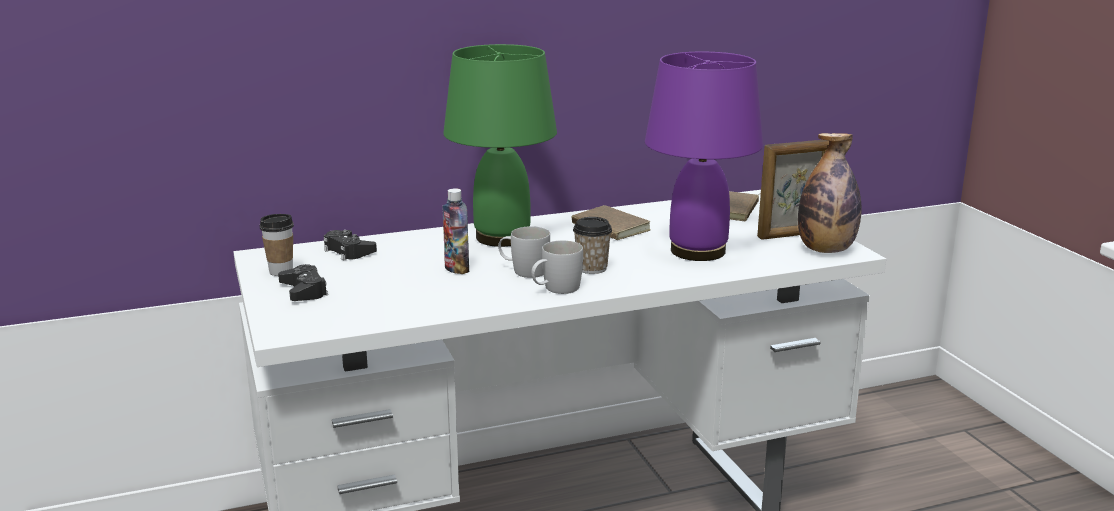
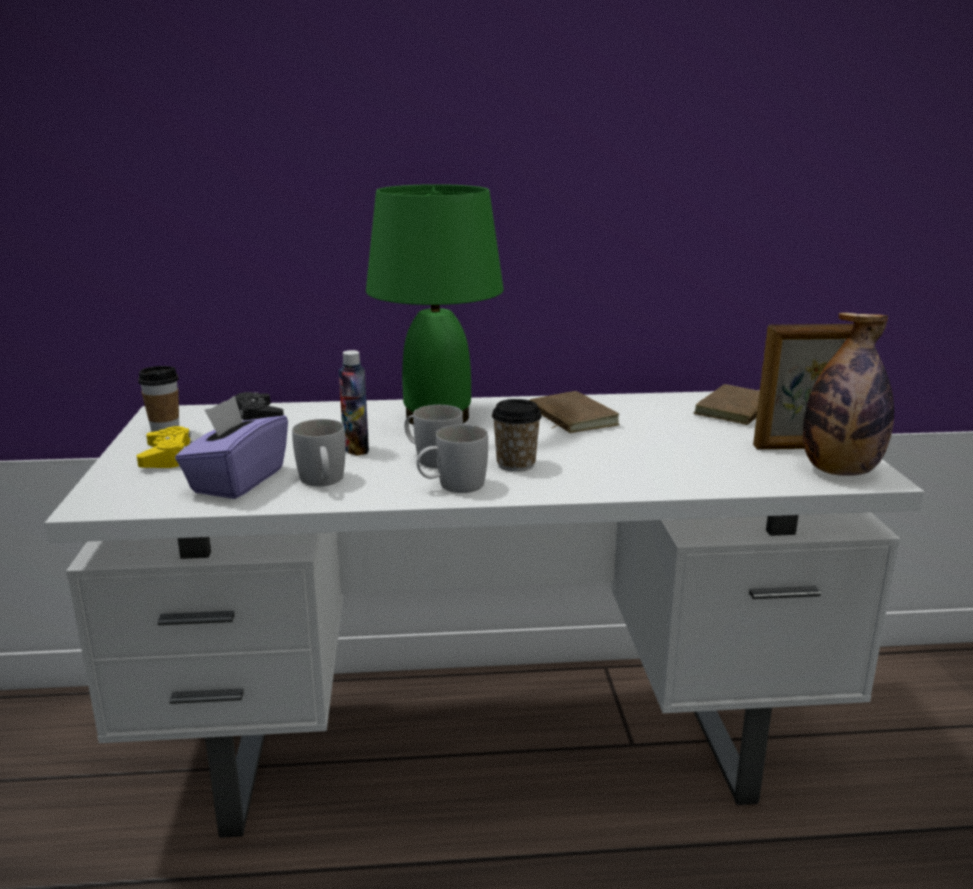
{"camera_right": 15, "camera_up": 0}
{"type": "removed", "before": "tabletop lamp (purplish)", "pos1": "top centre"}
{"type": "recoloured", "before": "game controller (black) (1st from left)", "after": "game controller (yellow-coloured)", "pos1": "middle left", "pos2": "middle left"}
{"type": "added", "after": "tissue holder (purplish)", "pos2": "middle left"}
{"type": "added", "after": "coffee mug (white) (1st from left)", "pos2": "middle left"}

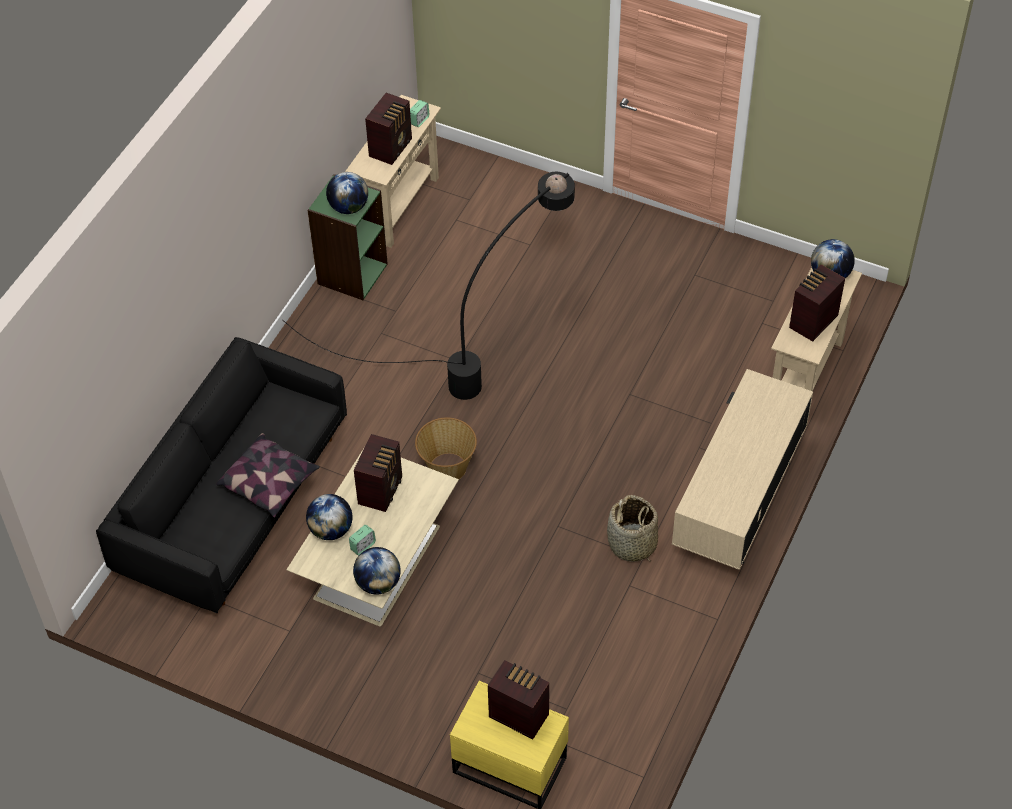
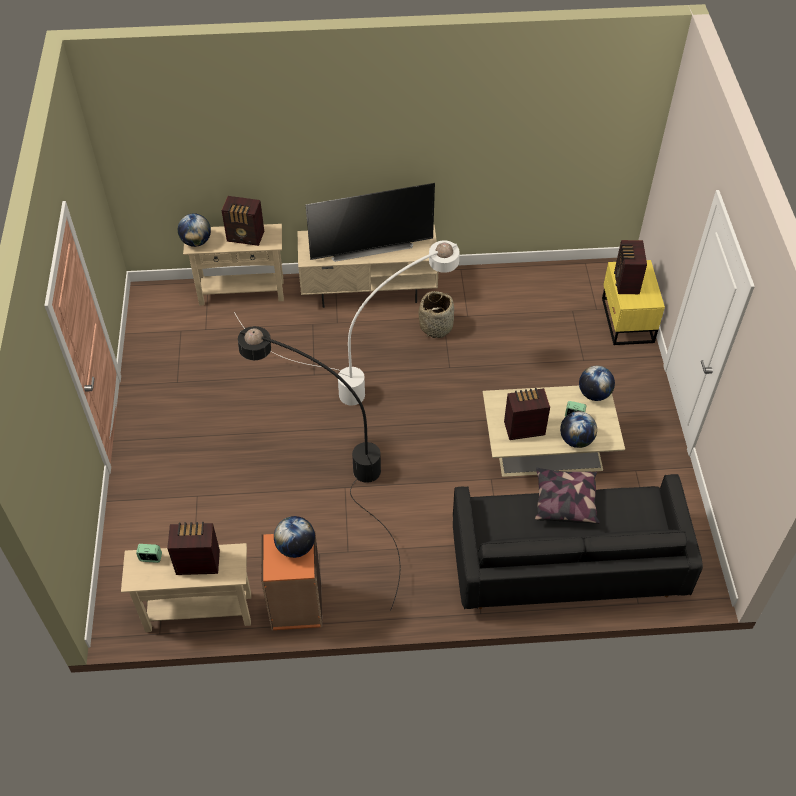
{"camera_right": -120, "camera_up": 0}
{"type": "recoloured", "before": "shelving unit (green)", "after": "shelving unit (orange-coloured)", "pos1": "top centre", "pos2": "bottom centre"}
{"type": "removed", "before": "storage basket (1st from left)", "pos1": "centre"}
{"type": "added", "after": "TV set", "pos2": "top centre"}
{"type": "added", "after": "standing lamp (white)", "pos2": "centre"}

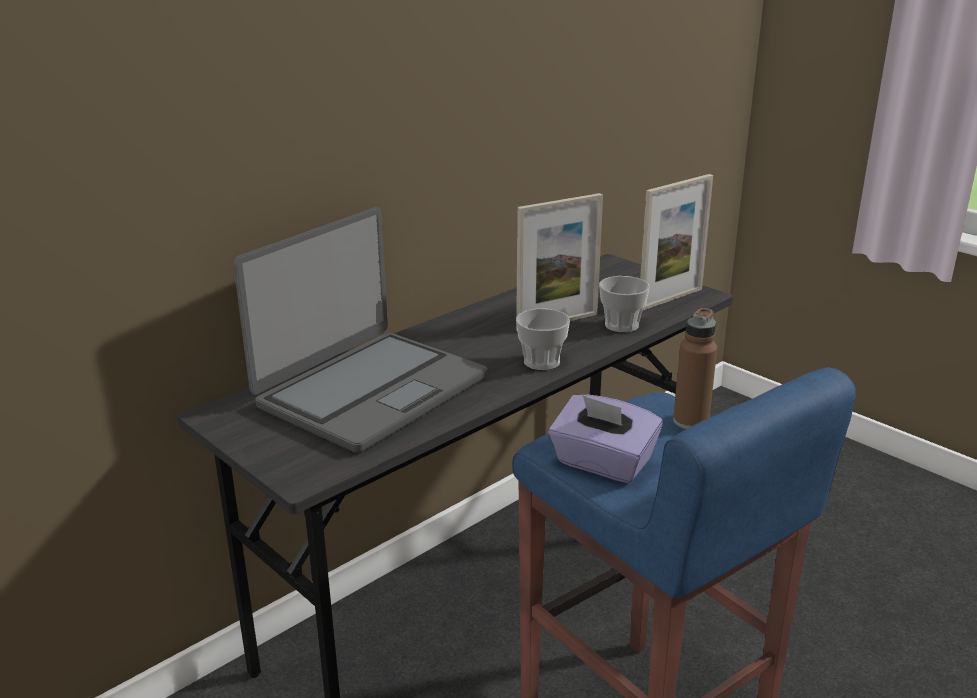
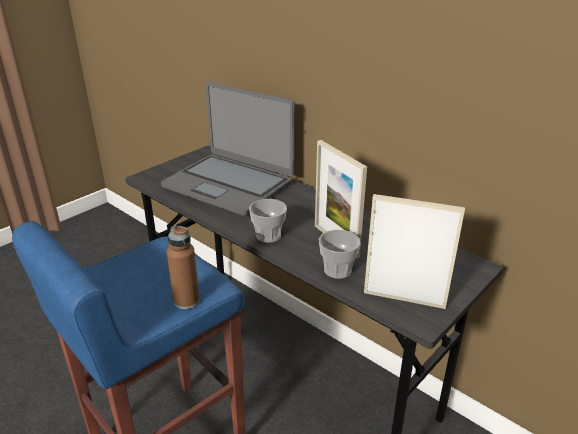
{"camera_right": 85, "camera_up": 5}
{"type": "turned", "before": "picture frame (2nd from left)", "pos1": "middle right", "pos2": "middle right", "turn": 150}
{"type": "removed", "before": "tissue holder (purplish)", "pos1": "centre"}

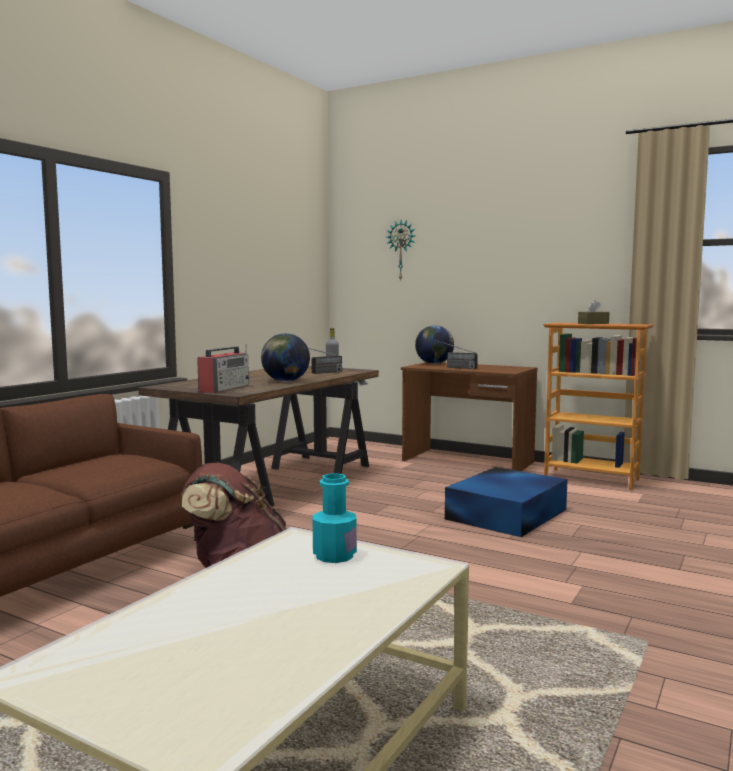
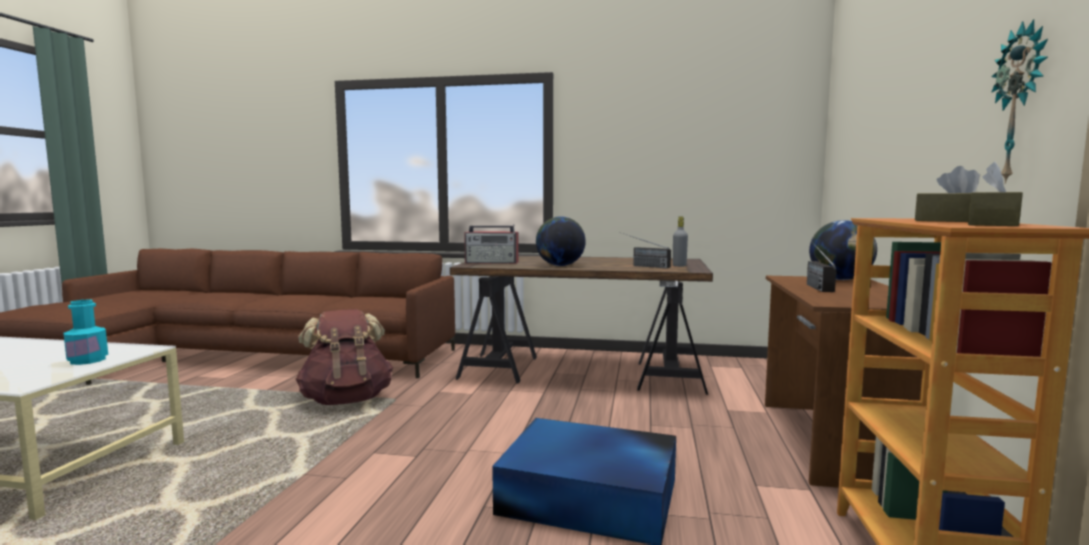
{"camera_right": 70, "camera_up": 0}
{"type": "moved", "before": "hanging clock", "pos1": "top centre", "pos2": "top right"}
{"type": "added", "after": "tissue holder (brown) (2nd from left)", "pos2": "middle right"}

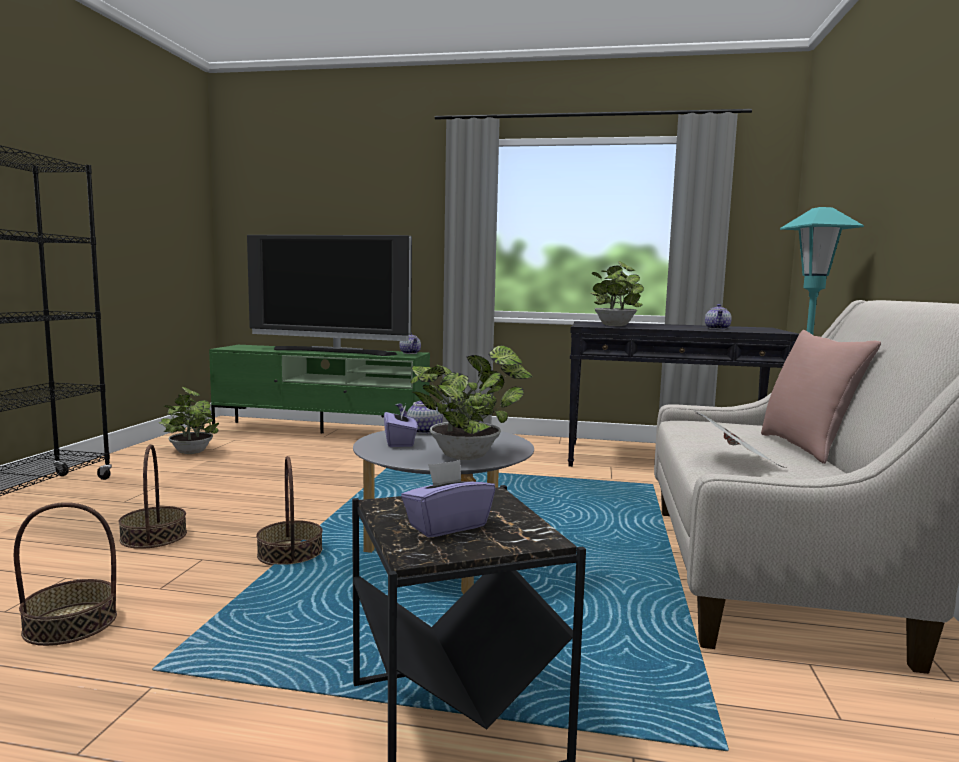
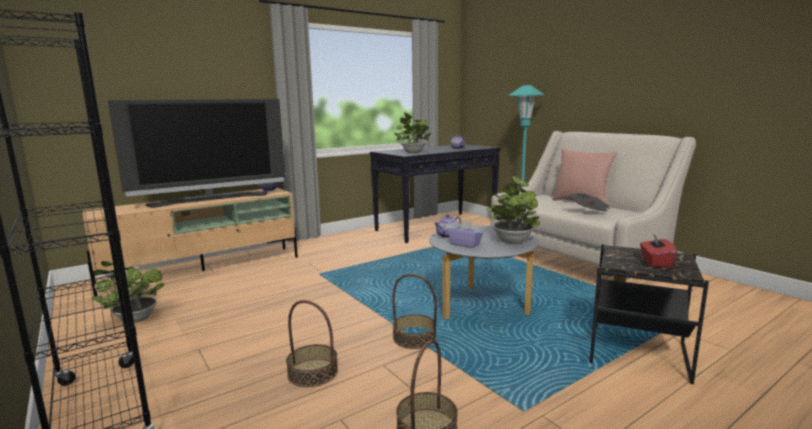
{"camera_right": -45, "camera_up": 5}
{"type": "recoloured", "before": "tv unit (green)", "after": "tv unit (beige)", "pos1": "centre", "pos2": "middle left"}
{"type": "recoloured", "before": "tissue holder (purplish) (2nd from left)", "after": "tissue holder (reddish)", "pos1": "centre", "pos2": "middle right"}

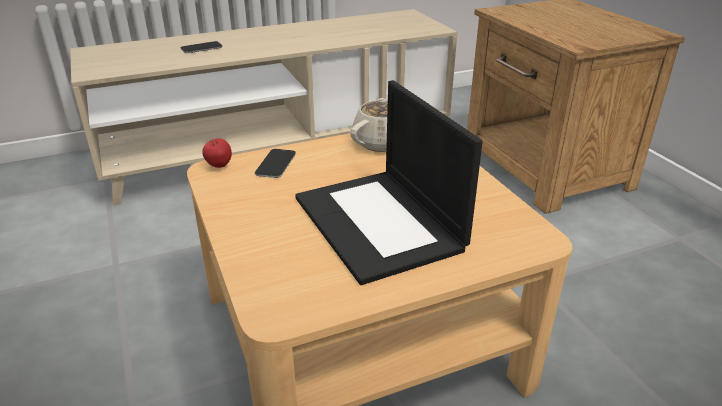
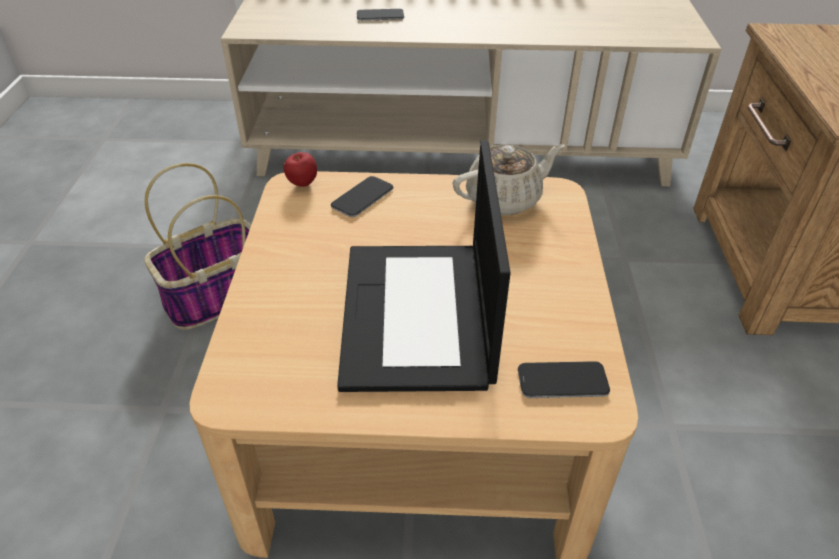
{"camera_right": 25, "camera_up": 10}
{"type": "added", "after": "storage basket", "pos2": "middle left"}
{"type": "added", "after": "phone (3rd from left)", "pos2": "bottom right"}

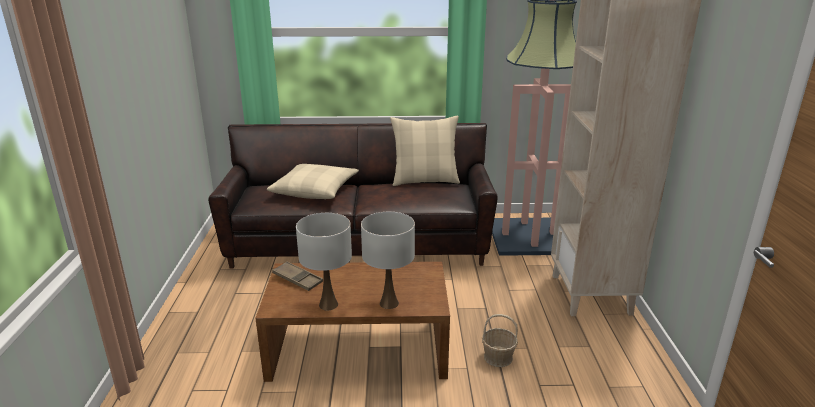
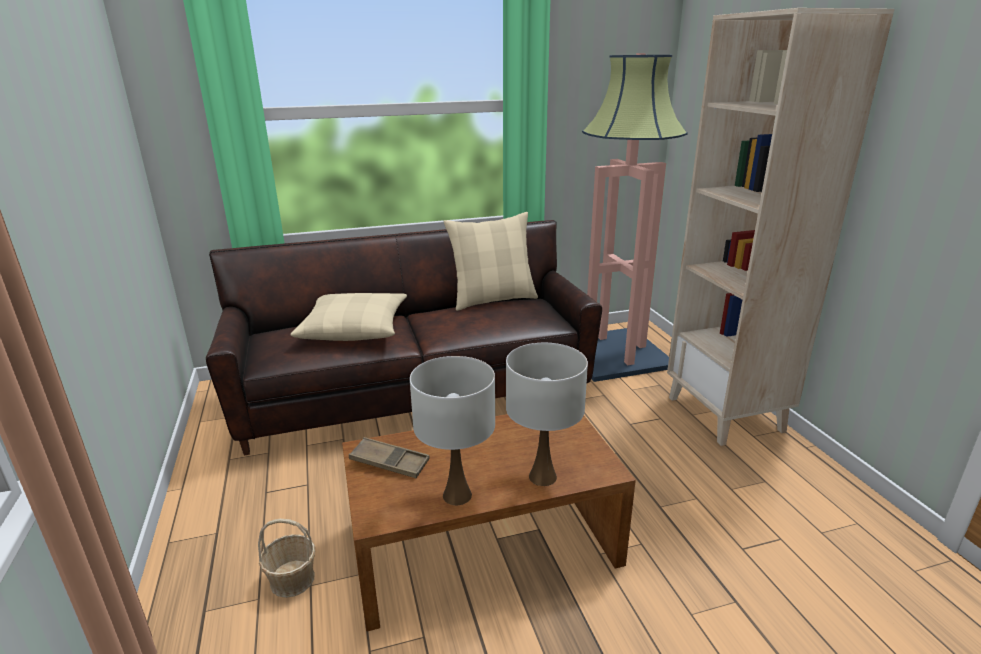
{"camera_right": -15, "camera_up": 0}
{"type": "moved", "before": "storage basket", "pos1": "bottom centre", "pos2": "bottom left"}

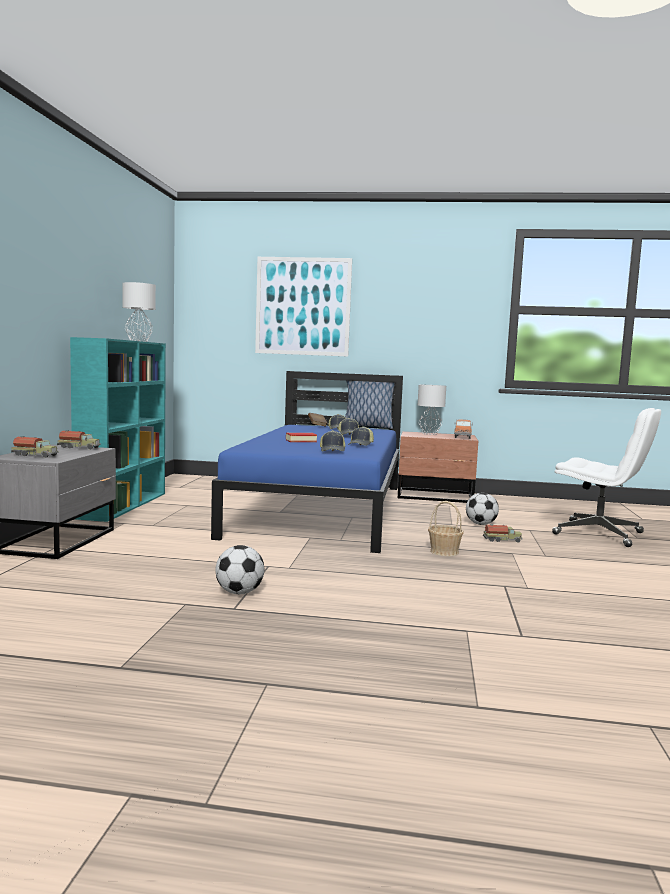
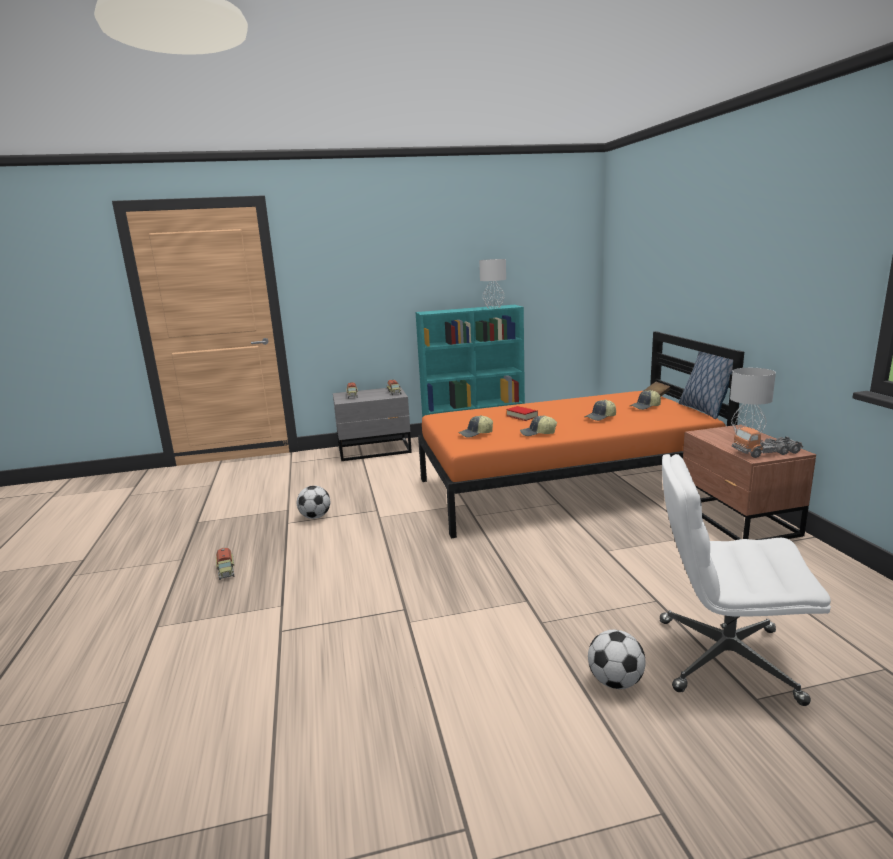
{"camera_right": 70, "camera_up": 10}
{"type": "removed", "before": "wall picture", "pos1": "centre"}
{"type": "recoloured", "before": "sleeping bed (bluish)", "after": "sleeping bed (orange-coloured)", "pos1": "centre", "pos2": "centre"}
{"type": "turned", "before": "computer chair (white)", "pos1": "middle right", "pos2": "bottom right", "turn": 90}
{"type": "moved", "before": "football ball (2nd from left)", "pos1": "middle right", "pos2": "bottom right"}
{"type": "removed", "before": "storage basket", "pos1": "centre"}
{"type": "moved", "before": "model truck (4th from left in the first image)", "after": "model truck (1st from left)", "pos1": "middle right", "pos2": "middle left"}

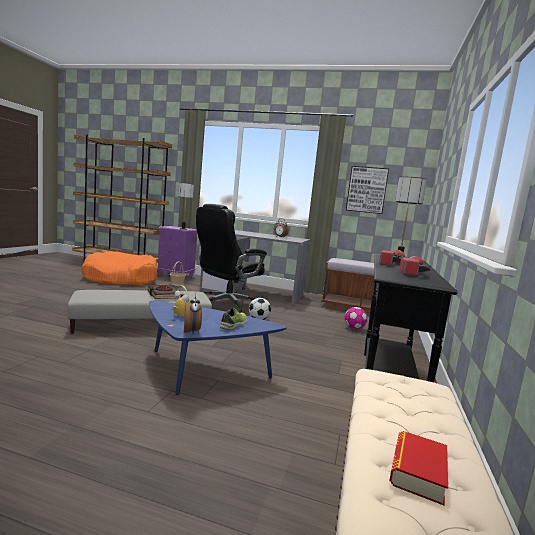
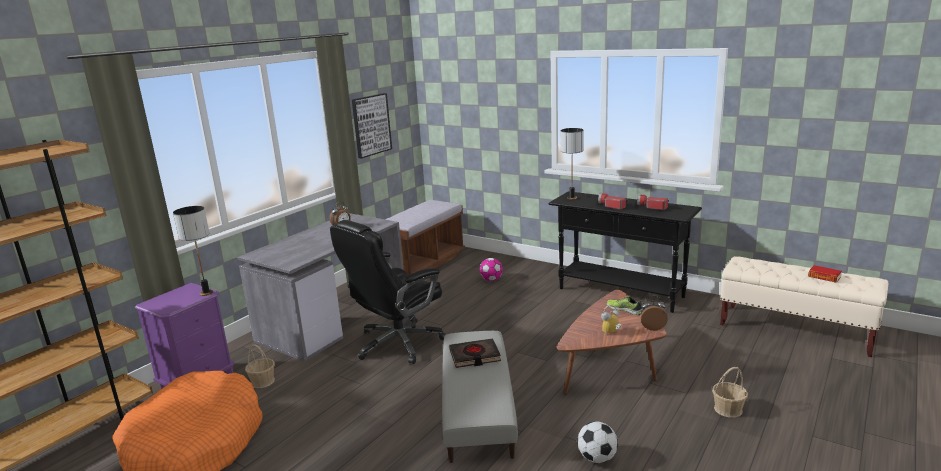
{"camera_right": -70, "camera_up": 10}
{"type": "turned", "before": "computer chair (black)", "pos1": "centre", "pos2": "centre", "turn": 75}
{"type": "moved", "before": "football ball (1st from left in the first image)", "after": "football ball (2nd from left)", "pos1": "centre", "pos2": "bottom centre"}
{"type": "recoloured", "before": "low table (bluish)", "after": "low table (brown)", "pos1": "centre", "pos2": "bottom centre"}
{"type": "added", "after": "storage basket (2nd from left)", "pos2": "bottom right"}

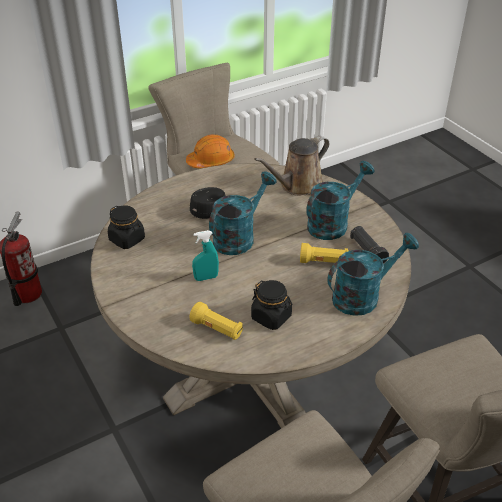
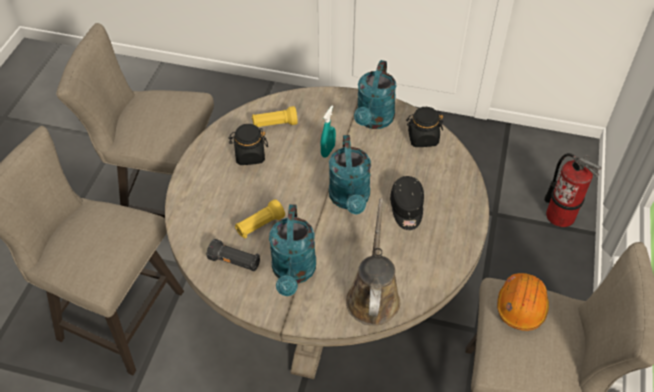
{"camera_right": 135, "camera_up": 10}
{"type": "moved", "before": "sprinkling can (turquoise) (3rd from left)", "pos1": "middle right", "pos2": "top centre"}

